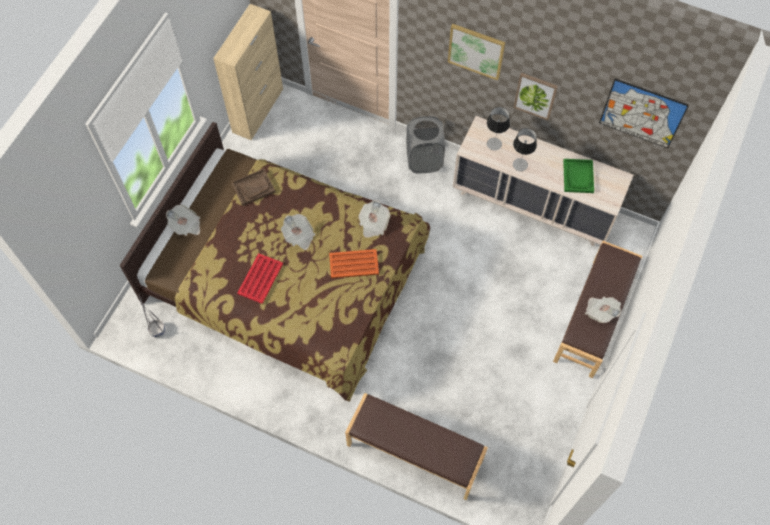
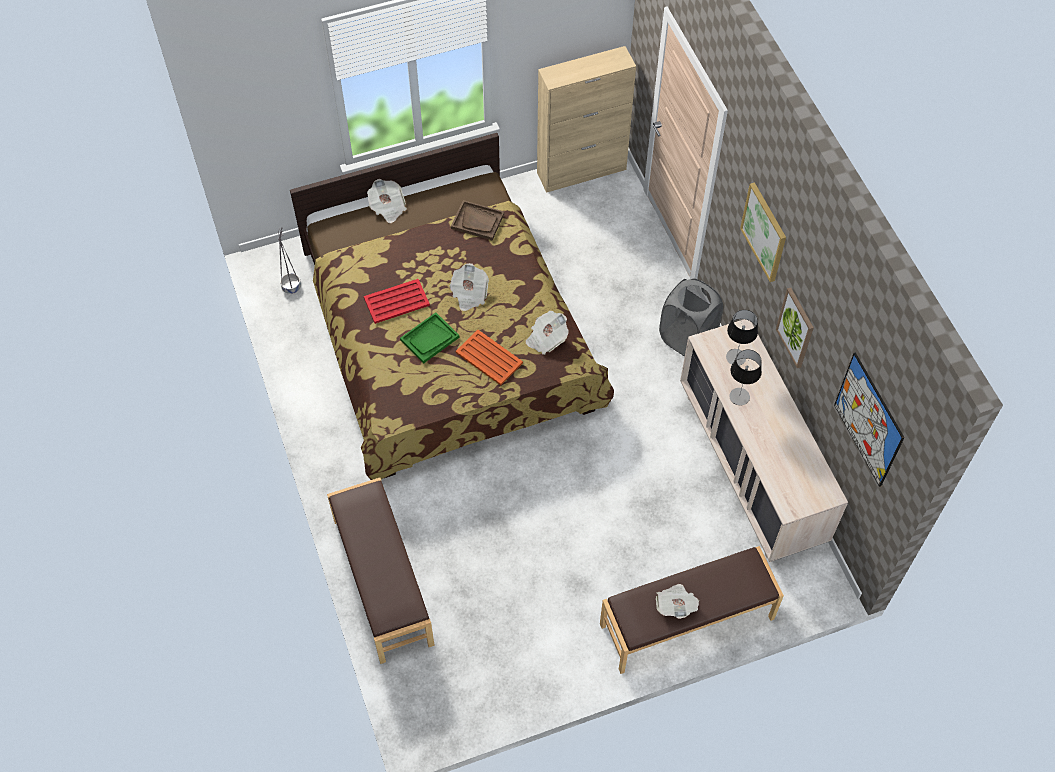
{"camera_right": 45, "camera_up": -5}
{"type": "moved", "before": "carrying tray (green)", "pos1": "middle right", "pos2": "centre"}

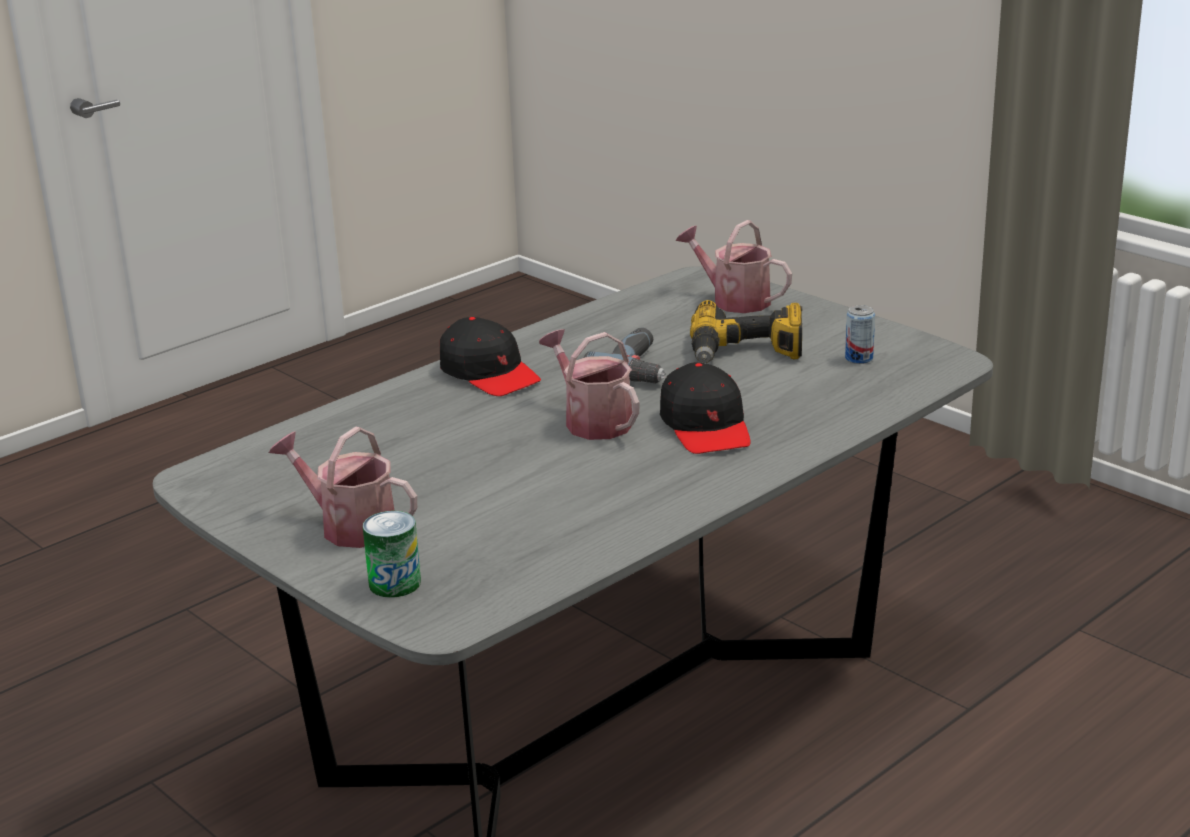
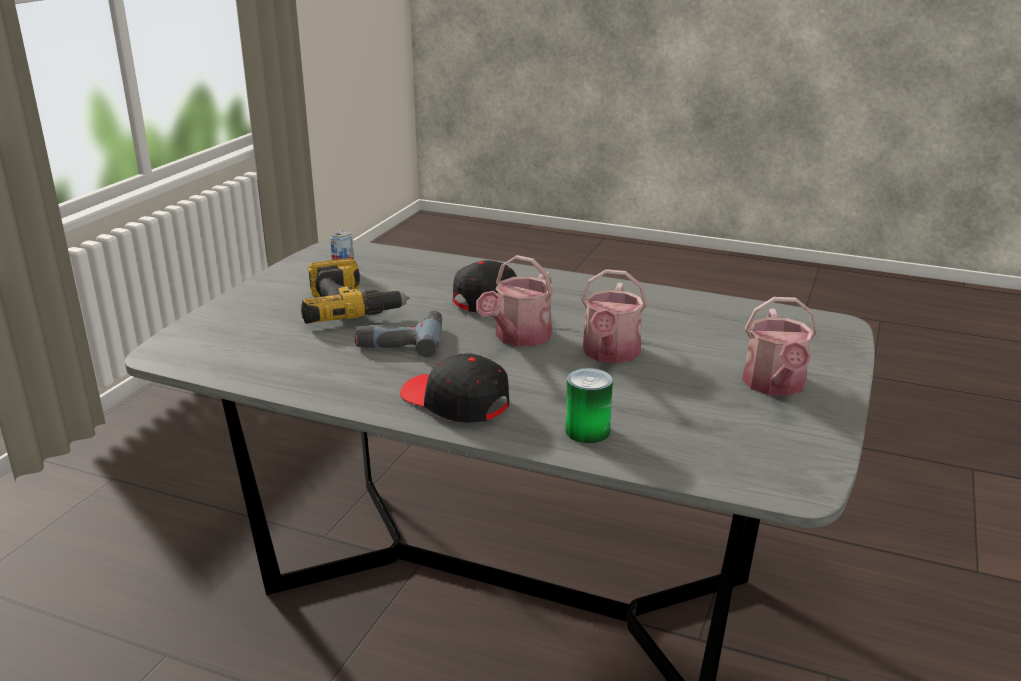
{"camera_right": -115, "camera_up": 0}
{"type": "moved", "before": "sprinkling can (3rd from left in the first image)", "after": "sprinkling can (2nd from left)", "pos1": "top centre", "pos2": "centre"}
{"type": "turned", "before": "cap (black) (1st from left)", "pos1": "centre", "pos2": "centre", "turn": -75}
{"type": "moved", "before": "can (1st from left in the first image)", "after": "can (2nd from left)", "pos1": "middle left", "pos2": "centre"}

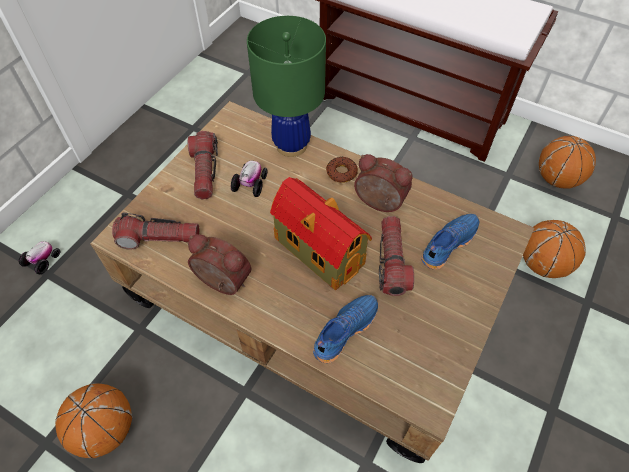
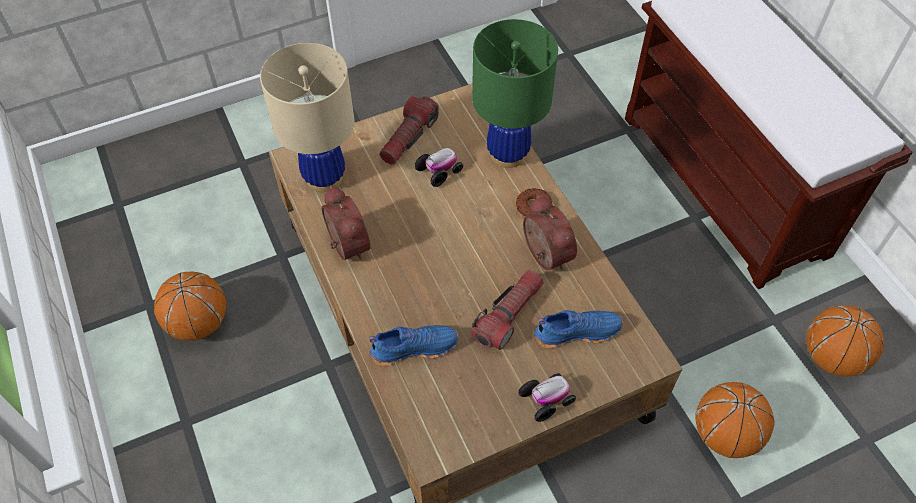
{"camera_right": 35, "camera_up": 0}
{"type": "removed", "before": "miniature house", "pos1": "centre"}
{"type": "replaced", "before": "torch (1st from left)", "after": "tabletop lamp (beige)", "pos1": "middle left", "pos2": "top centre"}
{"type": "moved", "before": "miniature car (1st from left in the first image)", "after": "miniature car (2nd from left)", "pos1": "middle left", "pos2": "bottom centre"}

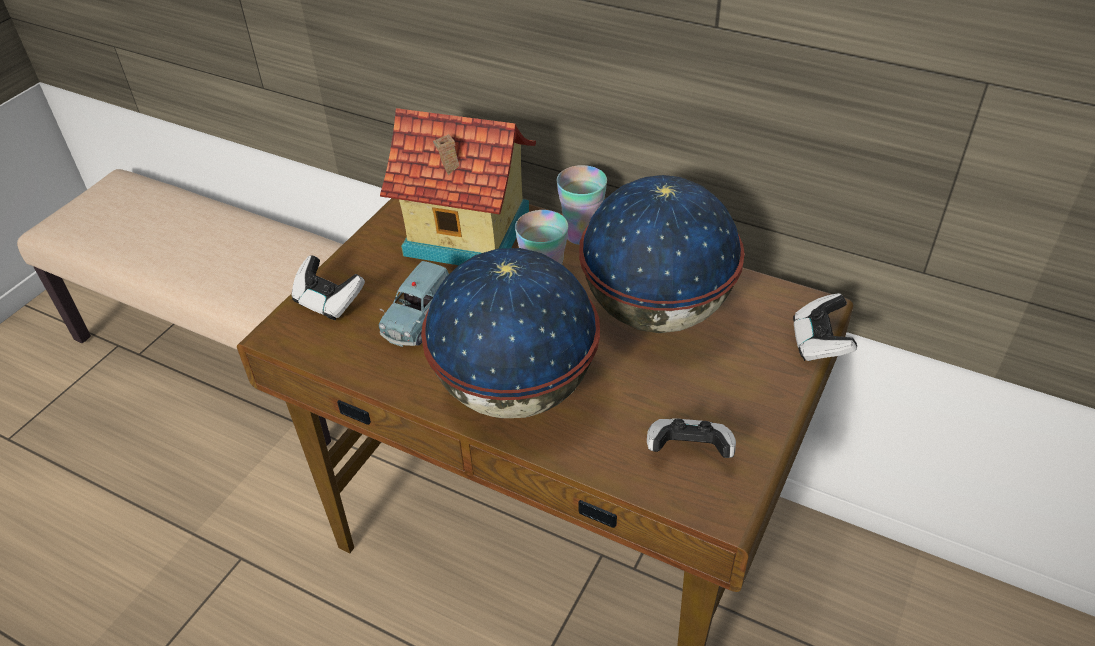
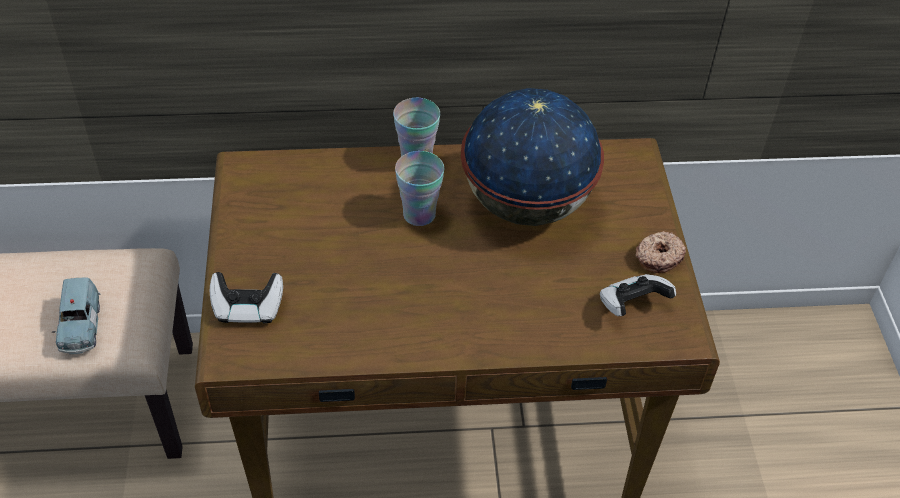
{"camera_right": -35, "camera_up": 5}
{"type": "removed", "before": "miniature house", "pos1": "top centre"}
{"type": "removed", "before": "desk globe (1st from left)", "pos1": "centre"}
{"type": "moved", "before": "miniature car (bluish)", "pos1": "centre", "pos2": "middle left"}
{"type": "removed", "before": "game controller (3rd from left)", "pos1": "middle right"}
{"type": "added", "after": "donut", "pos2": "middle right"}

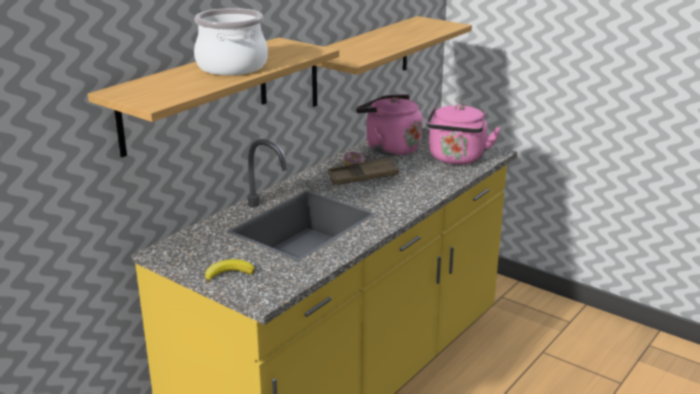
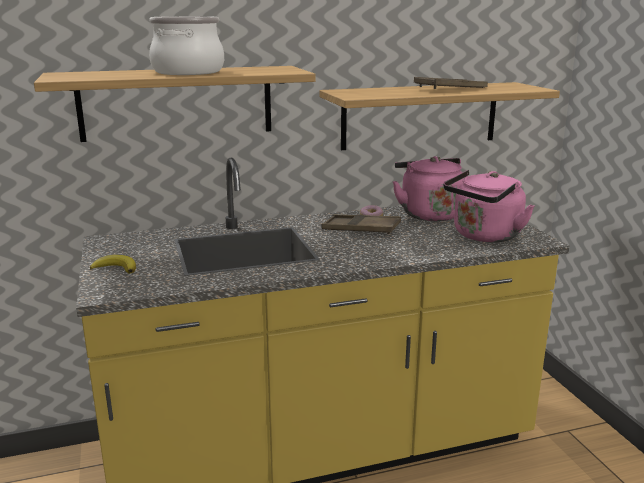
{"camera_right": 35, "camera_up": -5}
{"type": "added", "after": "carrying tray (brown) (2nd from left)", "pos2": "top right"}

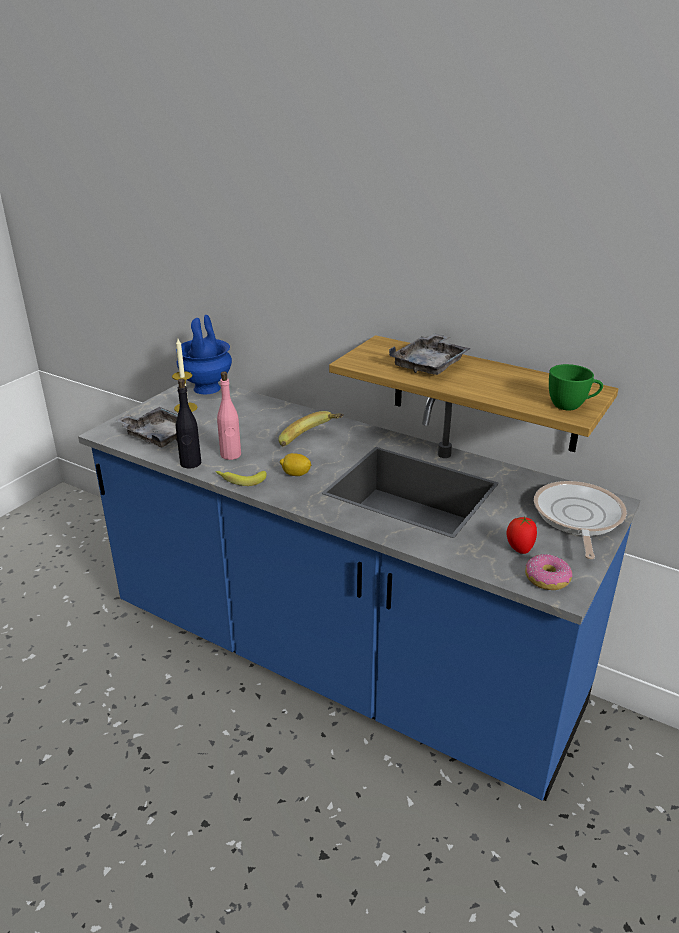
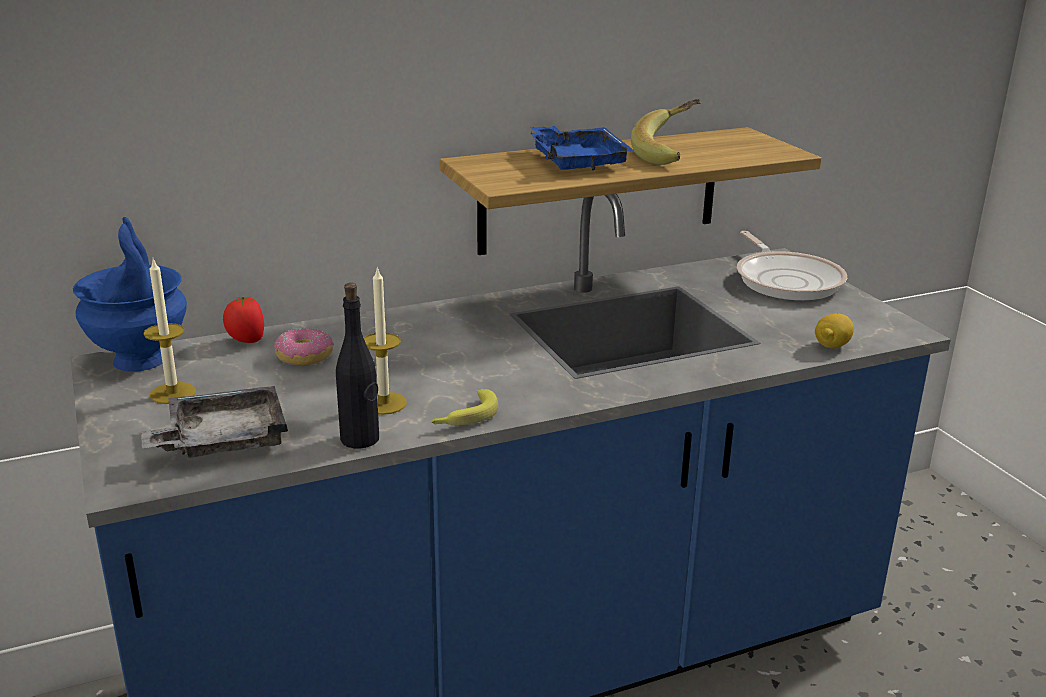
{"camera_right": -55, "camera_up": -5}
{"type": "recoloured", "before": "carrying tray (grey) (2nd from left)", "after": "carrying tray (bluish)", "pos1": "centre", "pos2": "top centre"}
{"type": "removed", "before": "drinking cup (green)", "pos1": "middle right"}
{"type": "replaced", "before": "beverage bottle (pink)", "after": "wax light (2nd from left)", "pos1": "centre", "pos2": "centre"}
{"type": "moved", "before": "banana (2nd from left)", "pos1": "centre", "pos2": "top centre"}
{"type": "moved", "before": "whole lemon", "pos1": "centre", "pos2": "middle right"}
{"type": "turned", "before": "pan", "pos1": "middle right", "pos2": "middle right", "turn": -150}
{"type": "moved", "before": "whole tomato", "pos1": "middle right", "pos2": "middle left"}
{"type": "moved", "before": "donut", "pos1": "middle right", "pos2": "middle left"}

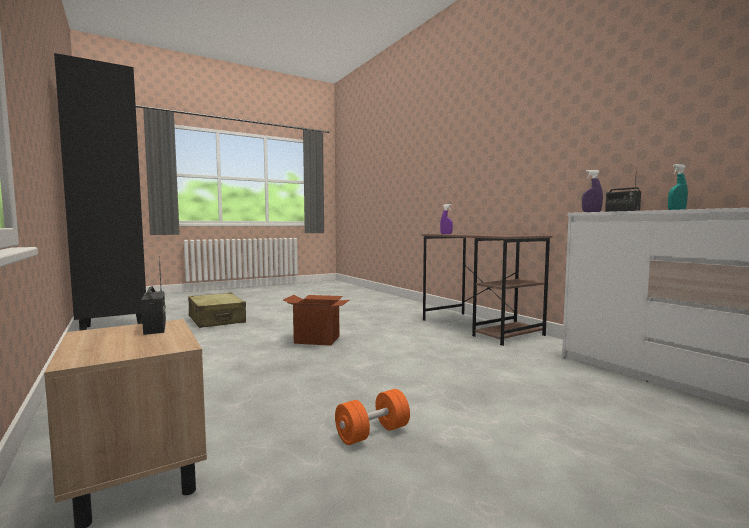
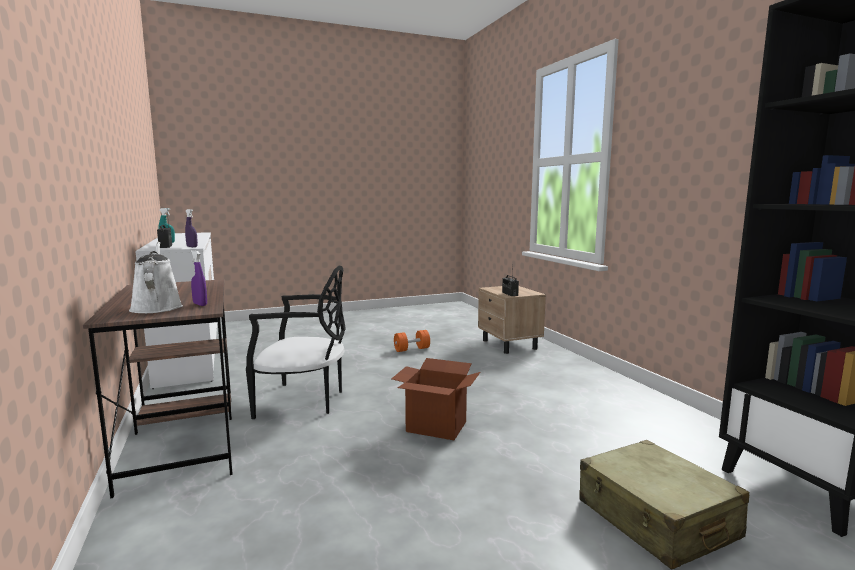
{"camera_right": -170, "camera_up": 5}
{"type": "added", "after": "sprinkling can (white)", "pos2": "middle left"}
{"type": "added", "after": "upright chair (black)", "pos2": "centre"}

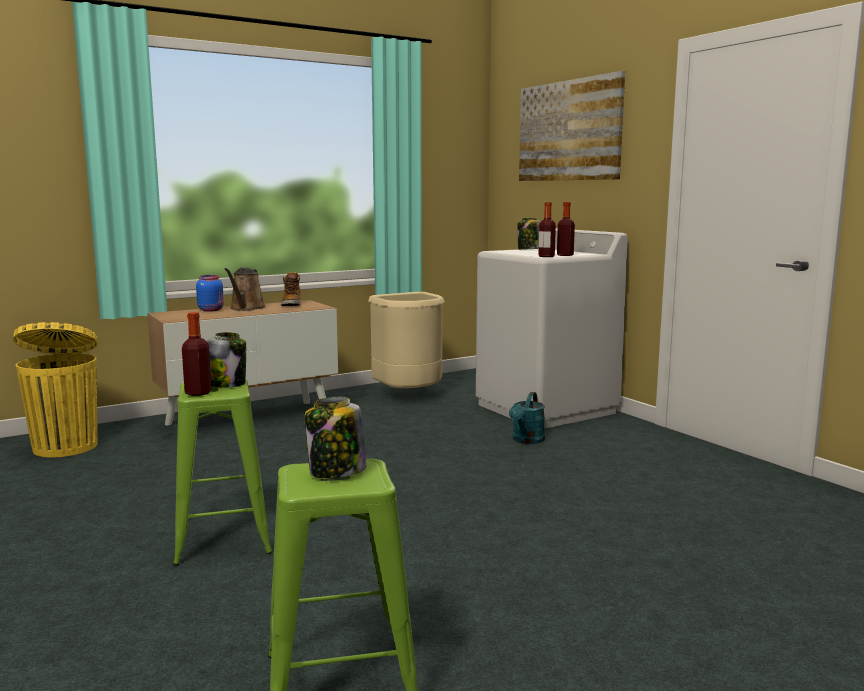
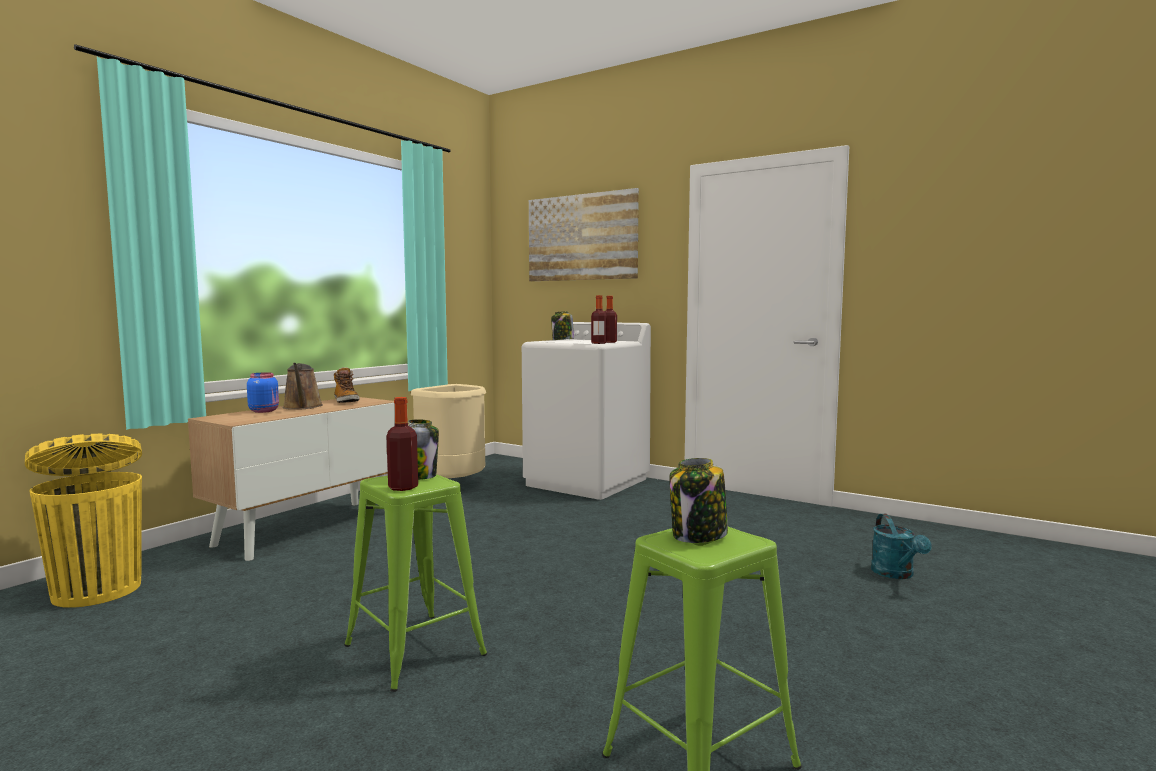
{"camera_right": -25, "camera_up": -5}
{"type": "moved", "before": "sprinkling can (turquoise)", "pos1": "centre", "pos2": "bottom right"}

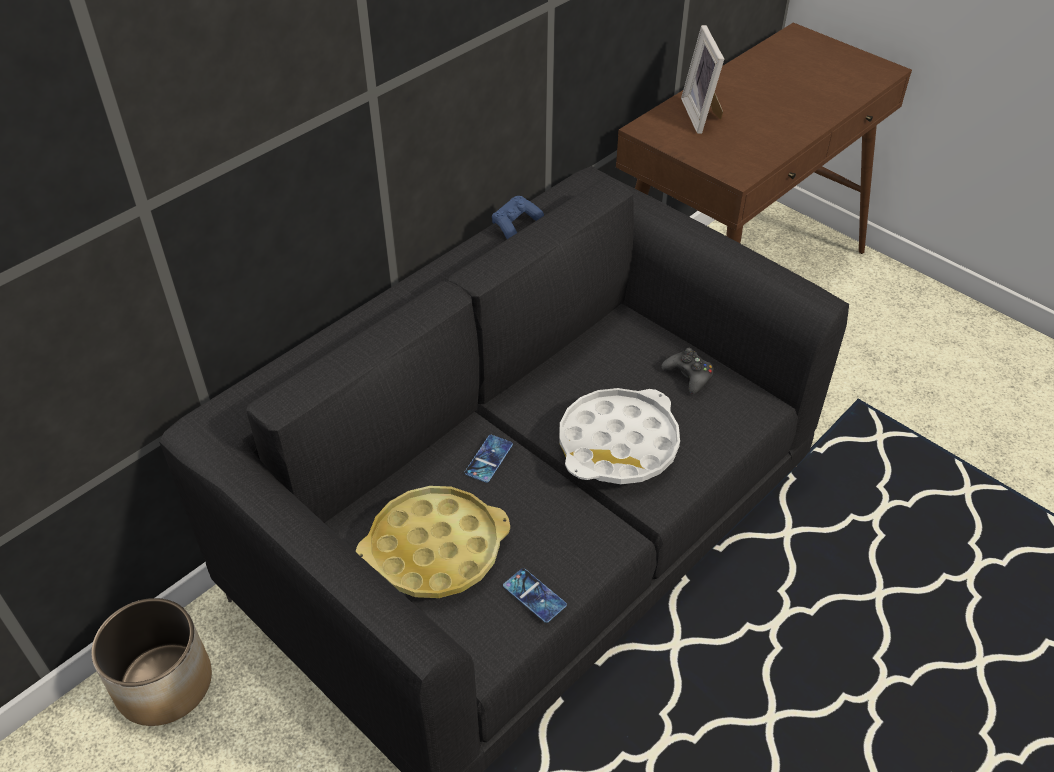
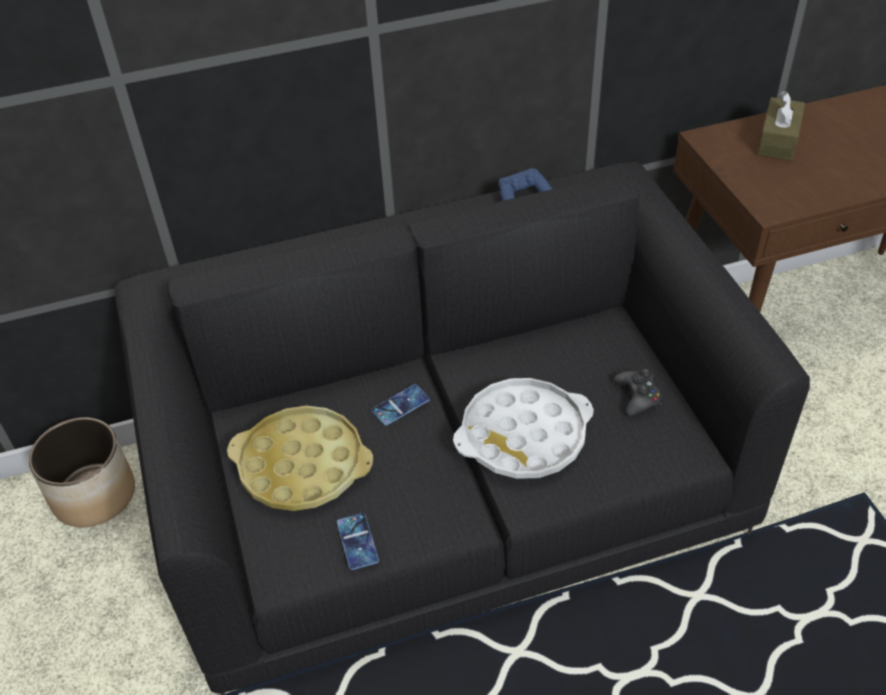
{"camera_right": 30, "camera_up": 0}
{"type": "replaced", "before": "picture frame", "after": "tissue holder (brown)", "pos1": "top centre", "pos2": "top right"}

